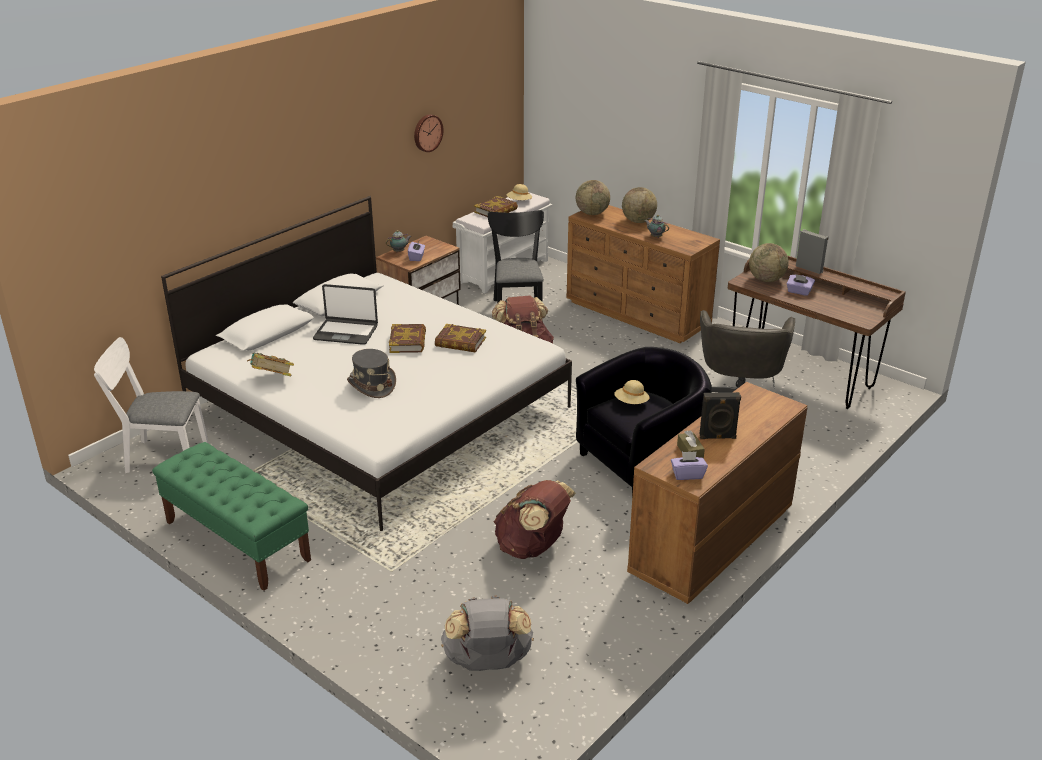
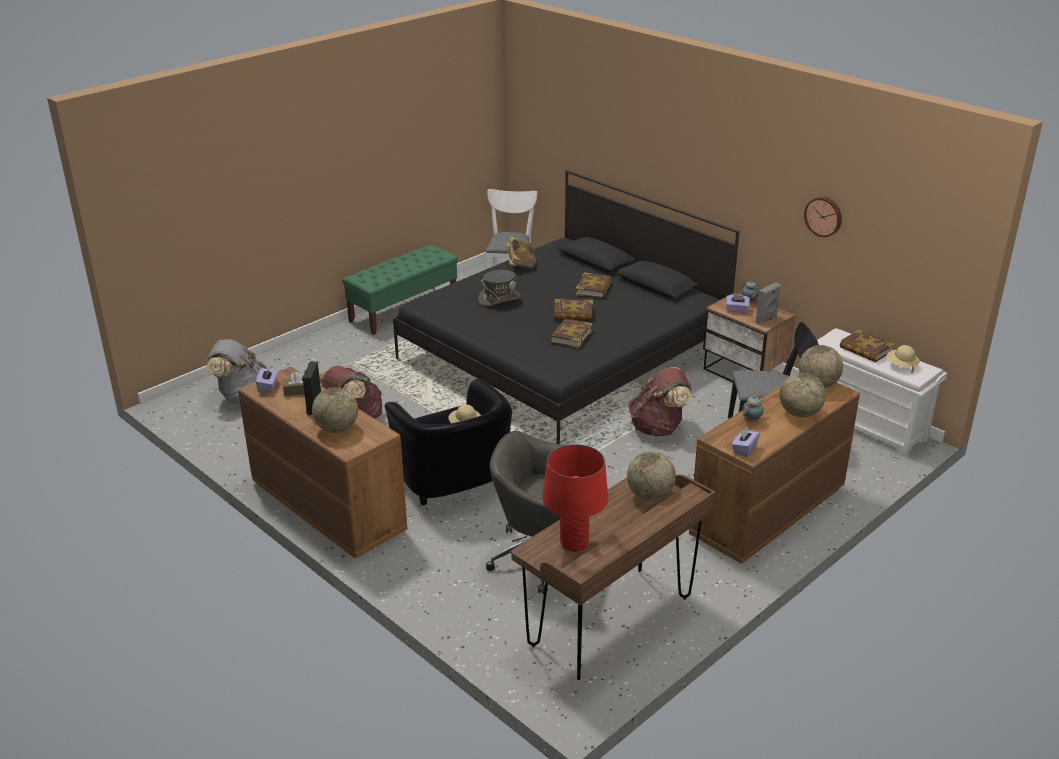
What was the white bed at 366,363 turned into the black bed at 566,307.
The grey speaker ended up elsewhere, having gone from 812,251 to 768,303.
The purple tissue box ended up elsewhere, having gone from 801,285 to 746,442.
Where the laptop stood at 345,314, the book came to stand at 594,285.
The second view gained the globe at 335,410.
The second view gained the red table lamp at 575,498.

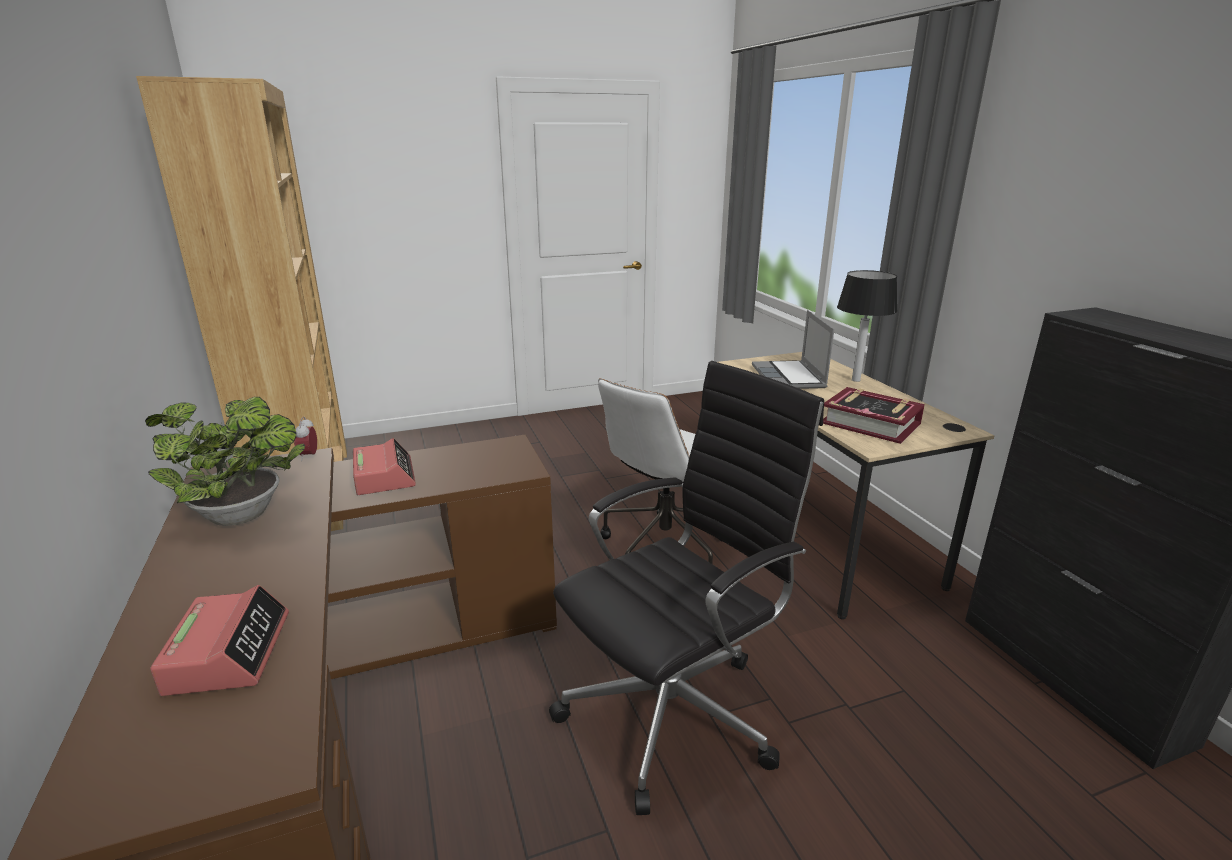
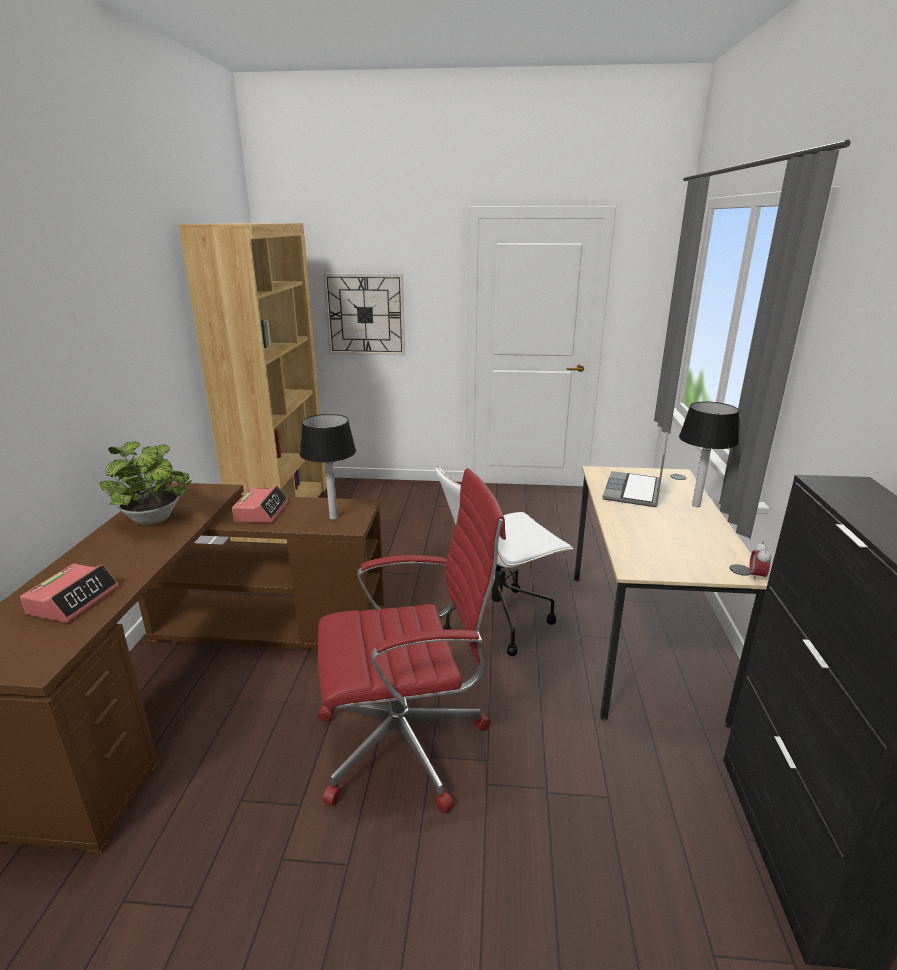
What was the black office chair at 686,588 turned into the red office chair at 412,641.
The second view lost the book at 874,415.
The alarm clock ended up elsewhere, having gone from 305,439 to 760,561.
The second view gained the wall clock at 364,314.
The second view gained the table lamp at 327,467.

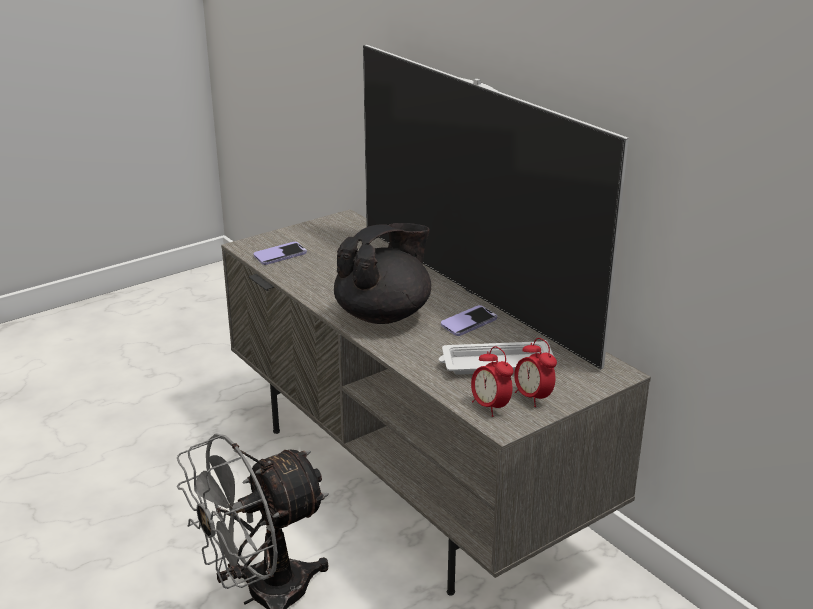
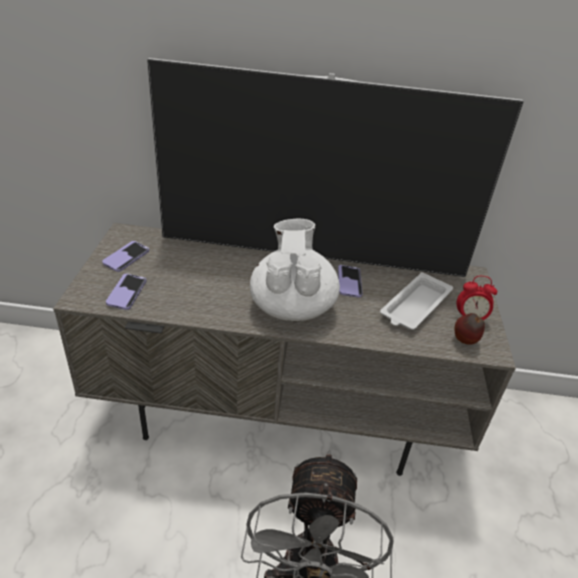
What was the black teapot at 382,273 turned into the white teapot at 295,270.
Where the alarm clock stood at 492,381, the apple came to stand at 470,329.
The second view gained the phone at 125,256.

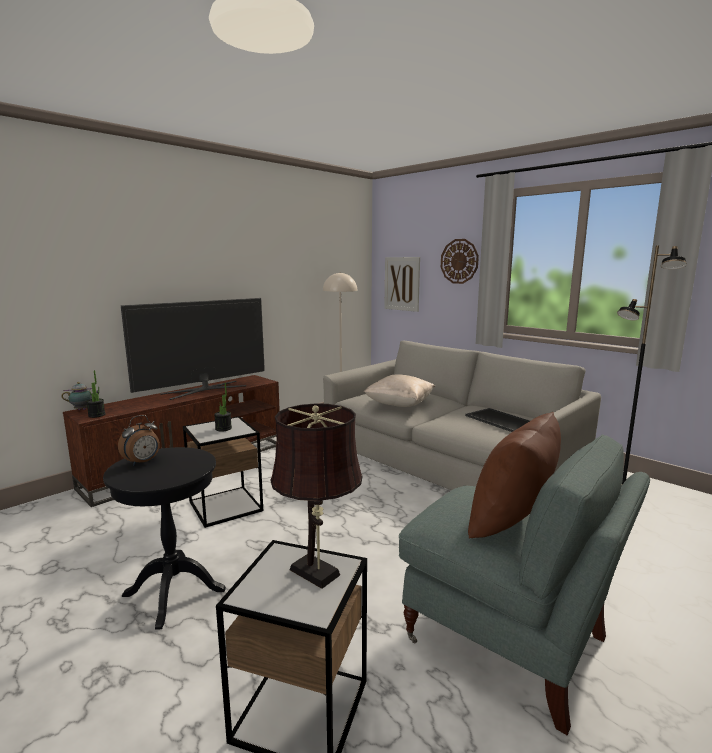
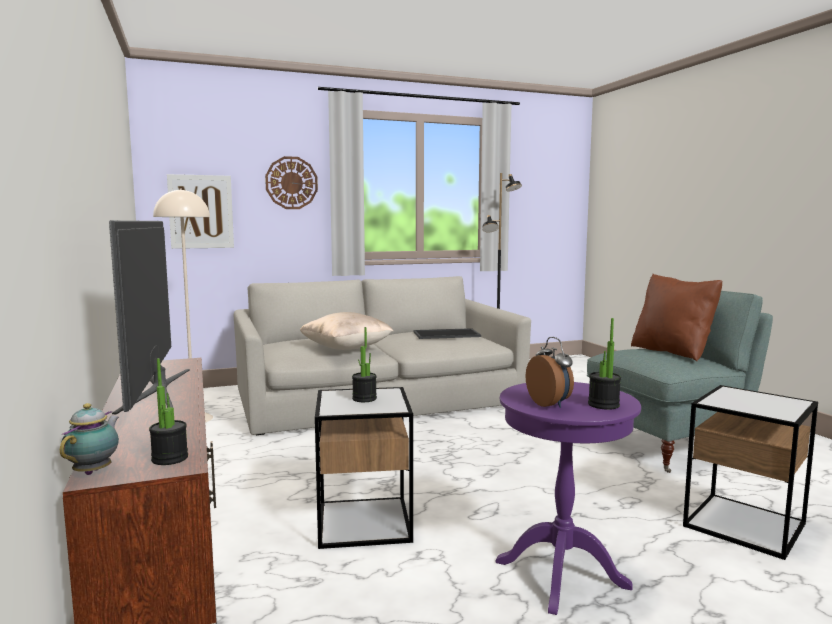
The second view lost the brown table lamp at 316,496.
What was the black side table at 164,538 turned into the purple side table at 568,498.
The second view gained the potted plant at 604,364.

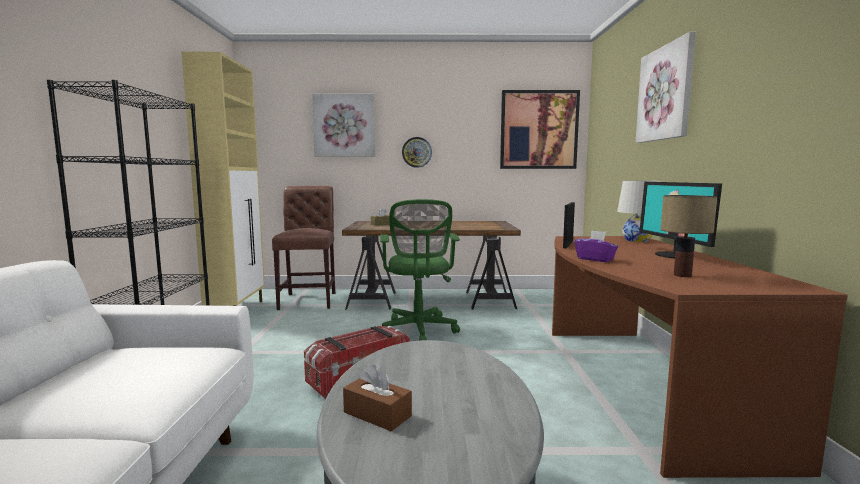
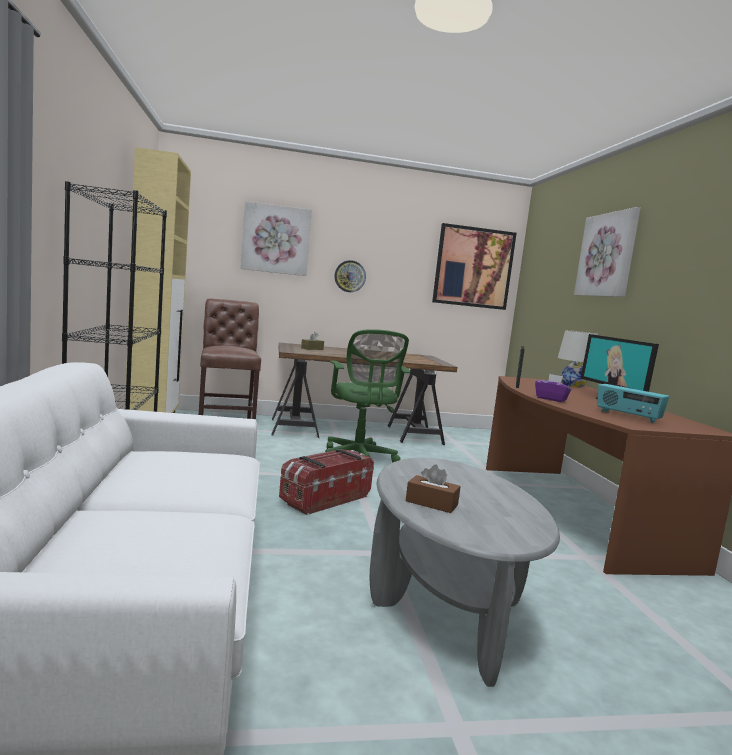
Where the table lamp stood at 688,236, the radio came to stand at 633,403.

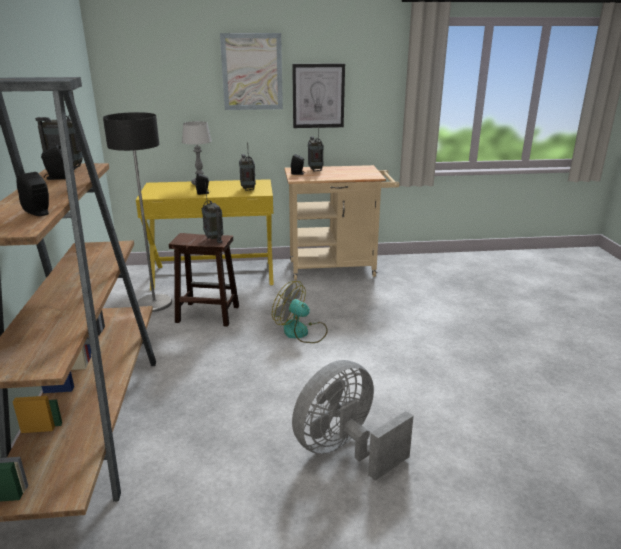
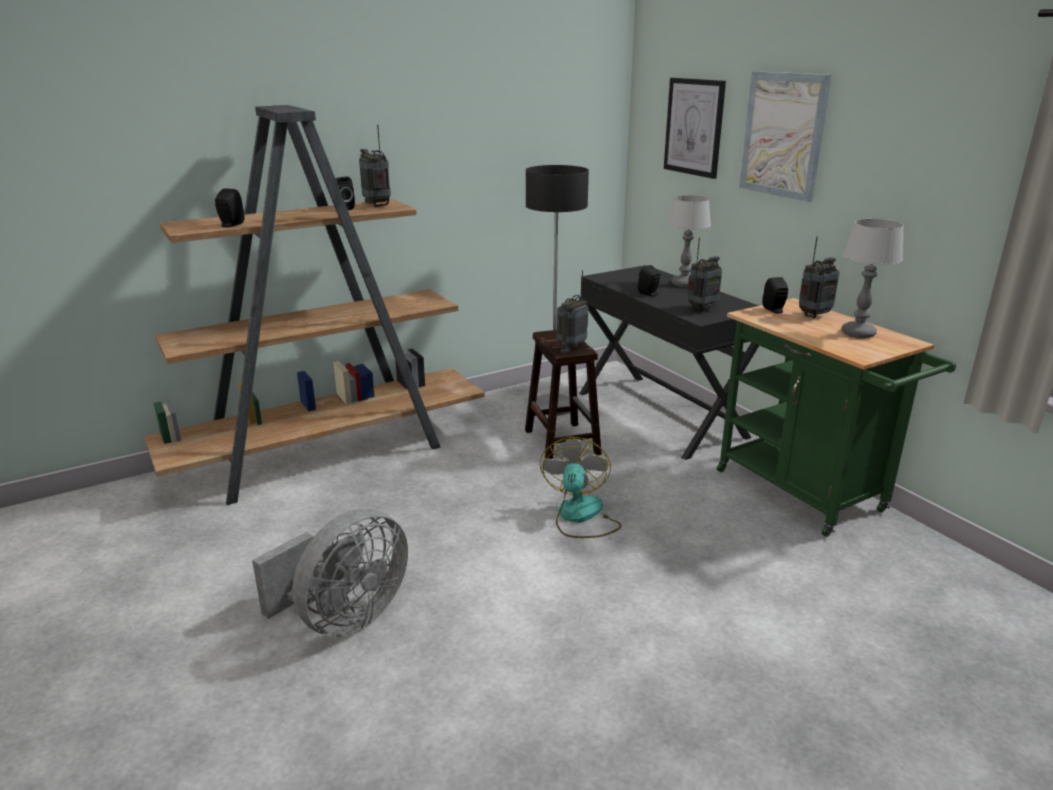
The picture ended up elsewhere, having gone from 318,95 to 695,128.
What was the beige cart at 342,222 turned into the green cart at 836,417.
What was the yellow desk at 205,235 turned into the black desk at 669,362.
The grey fan at 352,420 ended up facing another way, 105 degrees clockwise from before.
The second view gained the table lamp at 872,278.

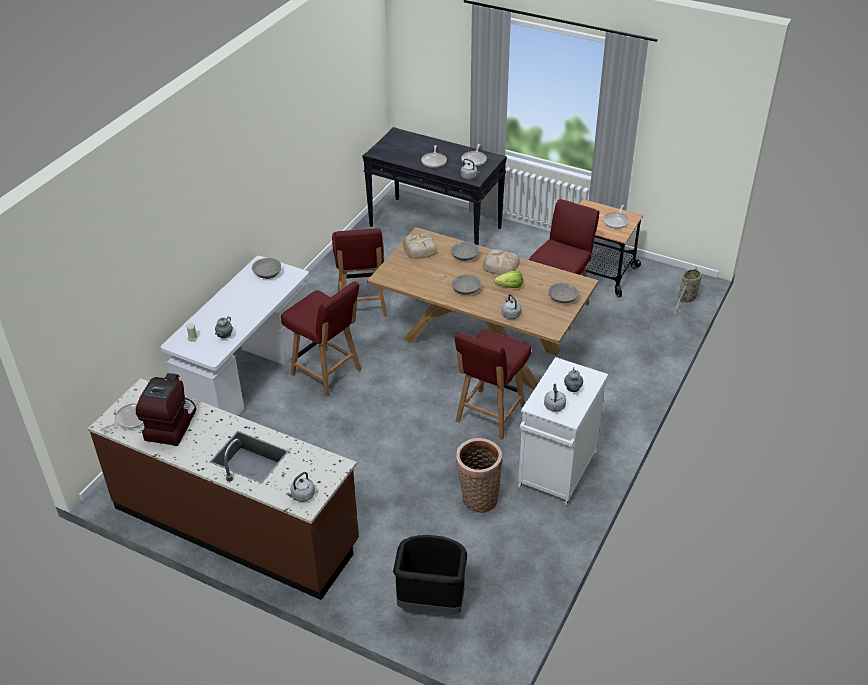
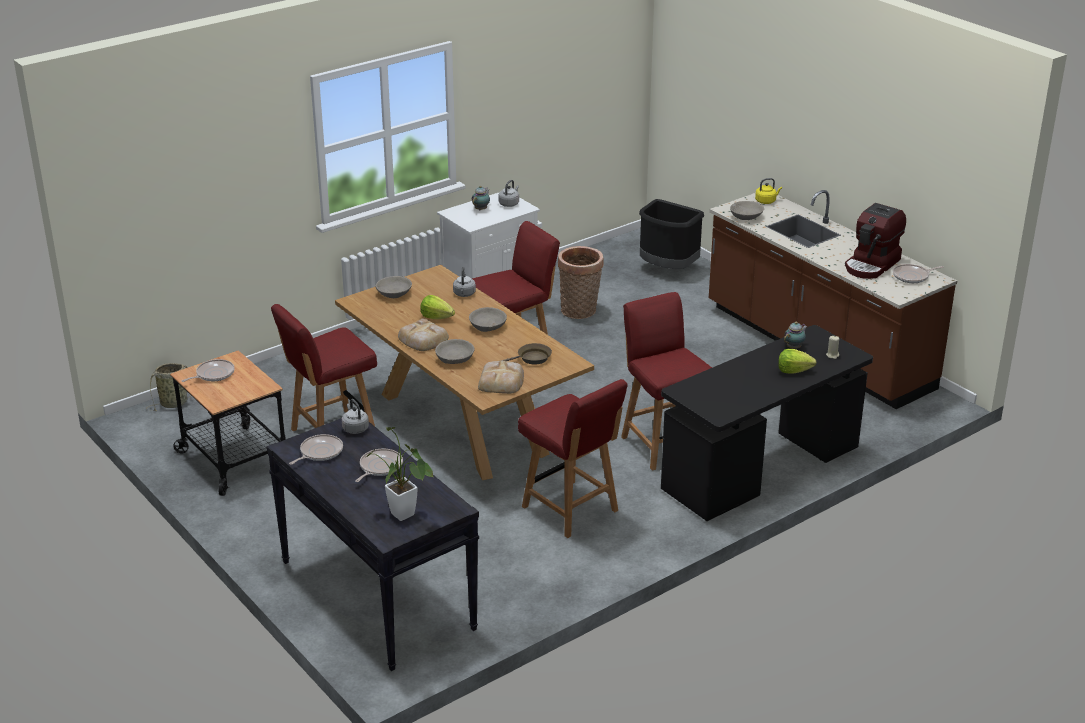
The red chair at 359,272 ended up facing another way, 120 degrees clockwise from before.
What was the white desk at 235,336 turned into the black desk at 767,423.
The grey bowl ended up elsewhere, having gone from 266,268 to 747,210.
What was the grey kettle at 300,487 turned into the yellow kettle at 768,191.
The second view gained the brown frying pan at 526,354.
The second view gained the lettuce at 797,361.
The second view gained the potted plant at 400,474.

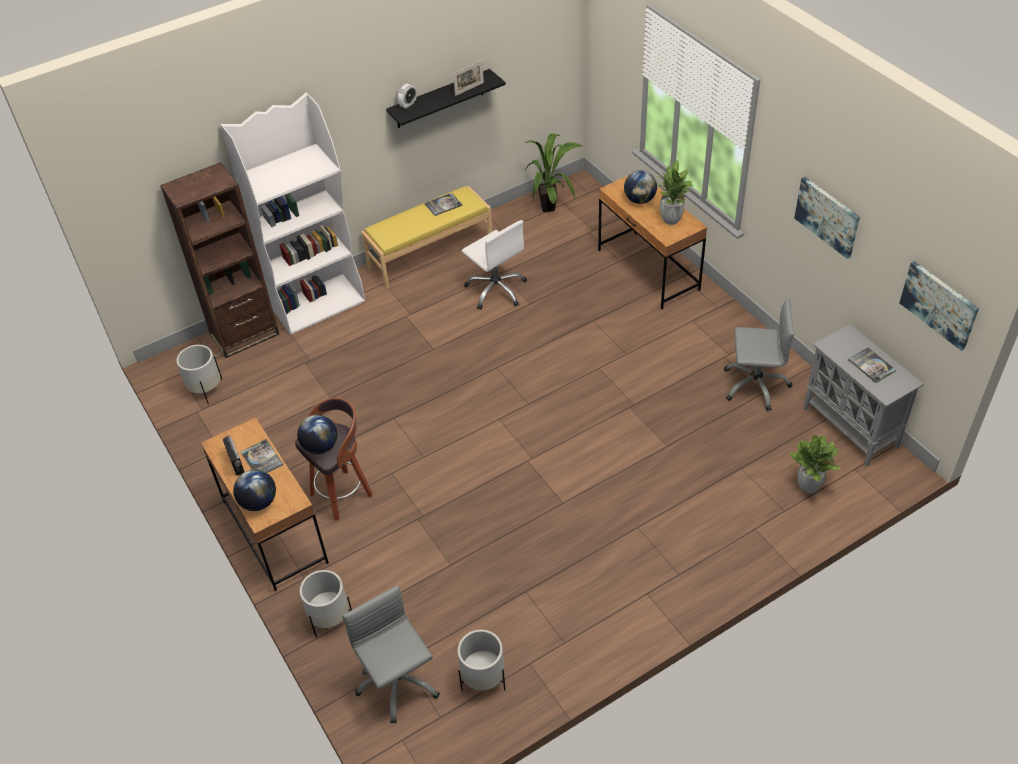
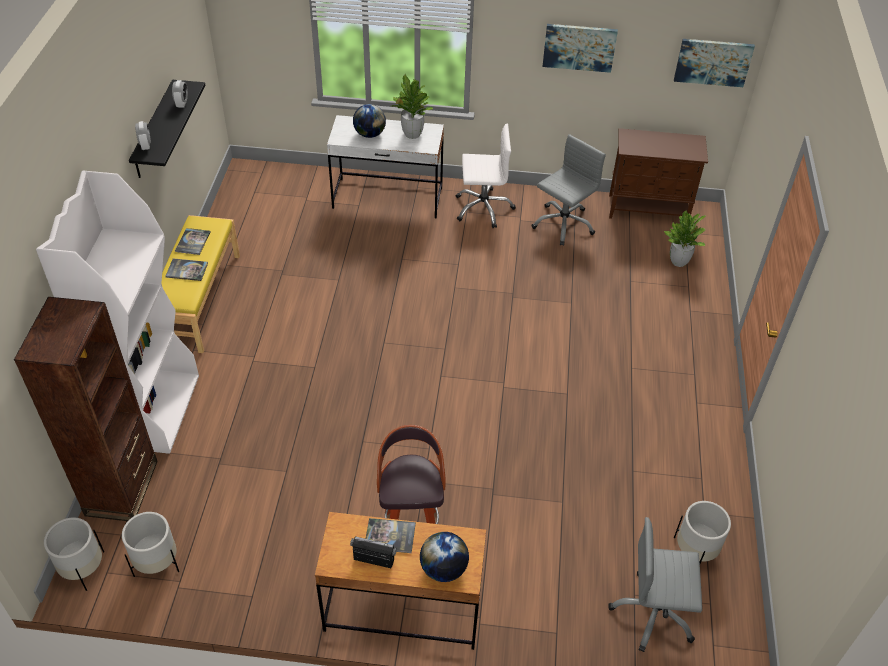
Where the picture frame stood at 468,78, the alarm clock came to stand at 180,94.
The second view lost the potted plant at 553,172.
What was the brown desk at 652,242 turned into the white desk at 385,166.
The white office chair ended up elsewhere, having gone from 494,265 to 486,176.
What was the grey cabinet at 863,395 turned into the brown cabinet at 658,173.
The book ended up elsewhere, having gone from 872,365 to 187,269.
The second view lost the globe at 317,434.
The white planter ended up elsewhere, having gone from 326,603 to 74,554.

